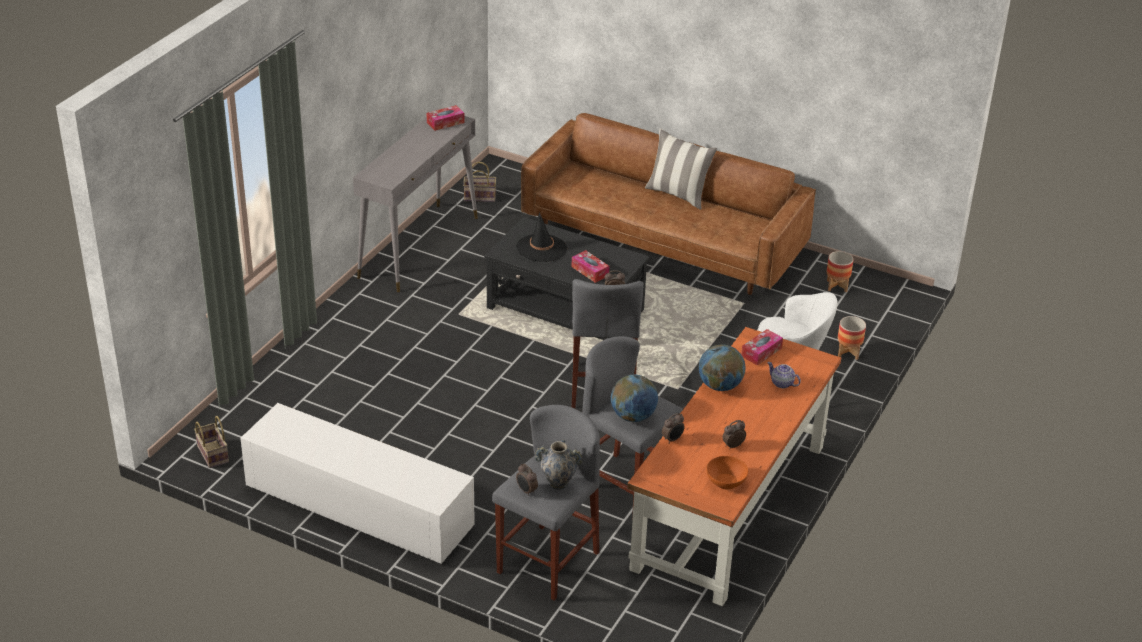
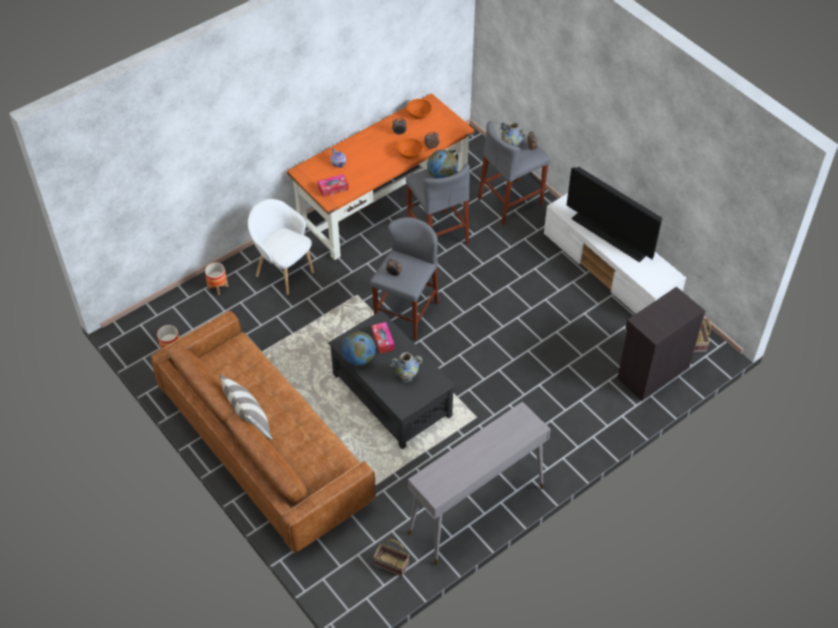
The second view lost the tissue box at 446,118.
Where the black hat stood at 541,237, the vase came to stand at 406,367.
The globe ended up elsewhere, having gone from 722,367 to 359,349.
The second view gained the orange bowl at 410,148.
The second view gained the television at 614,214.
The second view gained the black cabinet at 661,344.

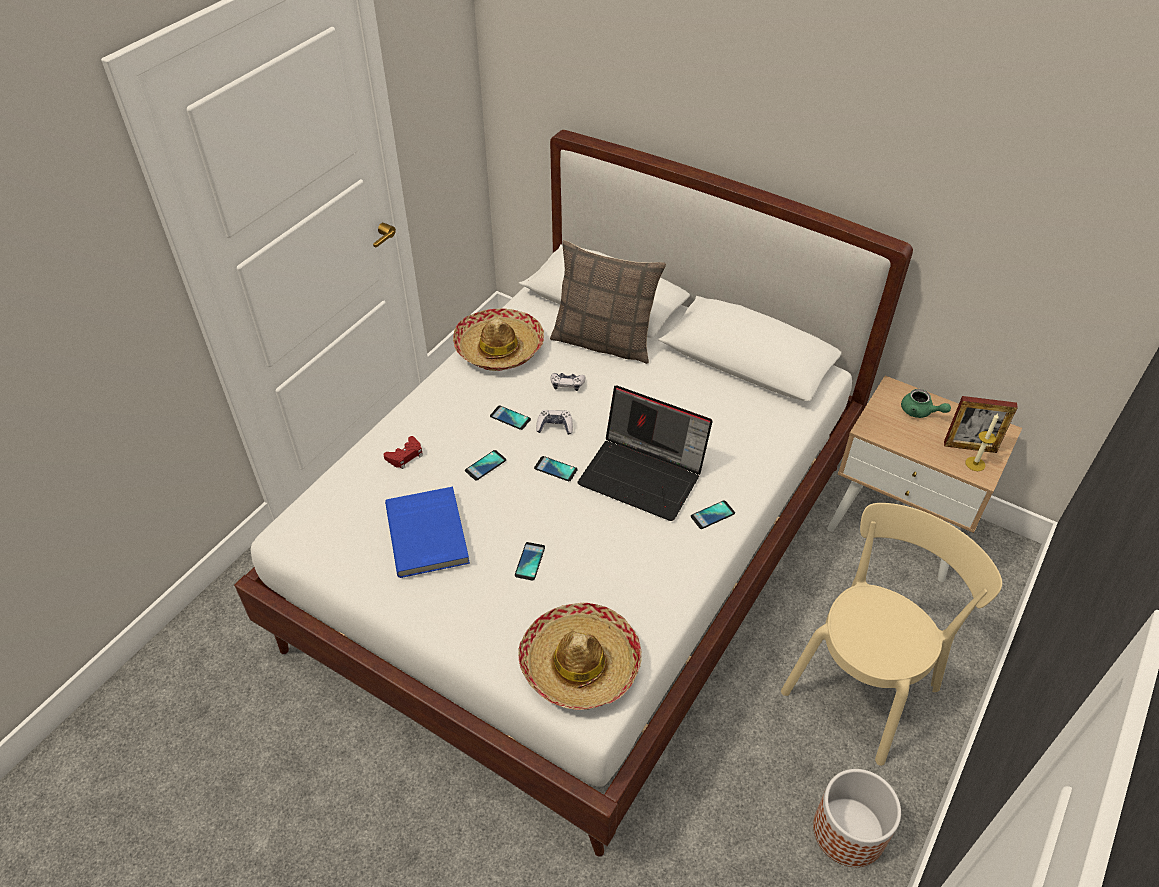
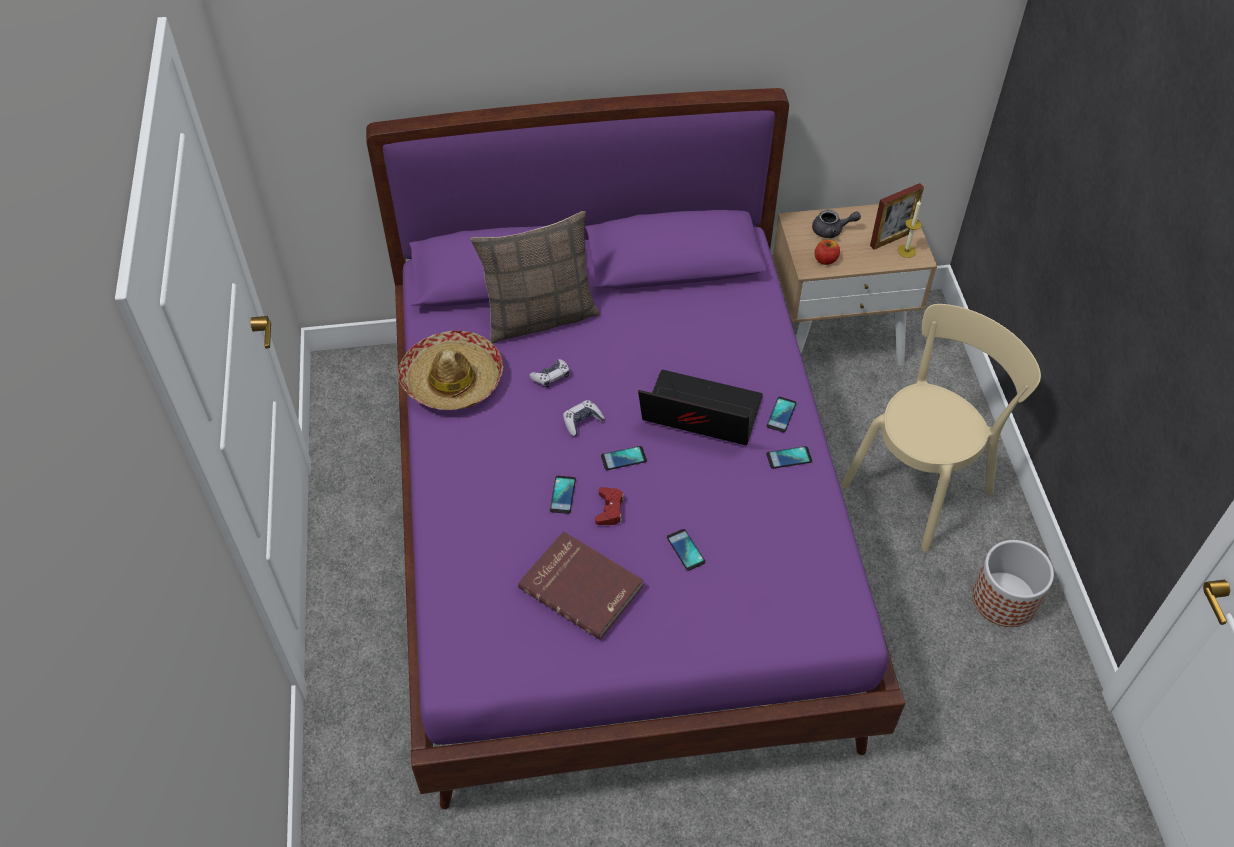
What was the white bed at 573,493 turned into the purple bed at 636,448.
The laptop at 644,453 ended up facing another way, 150 degrees counterclockwise from before.
What was the green teapot at 926,403 turned into the grey teapot at 836,224.
The phone ended up elsewhere, having gone from 510,417 to 789,457.
The red game controller ended up elsewhere, having gone from 403,452 to 609,506.
What was the blue book at 427,532 turned into the red book at 580,585.
The beige chair at 891,634 ended up facing another way, 45 degrees clockwise from before.
The second view lost the hat at 580,656.
The second view gained the apple at 827,252.

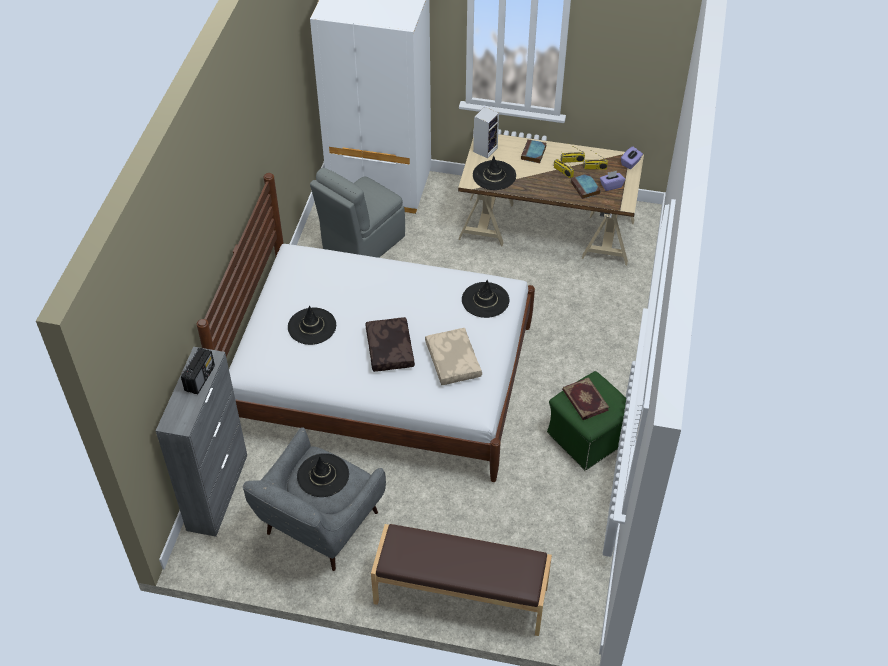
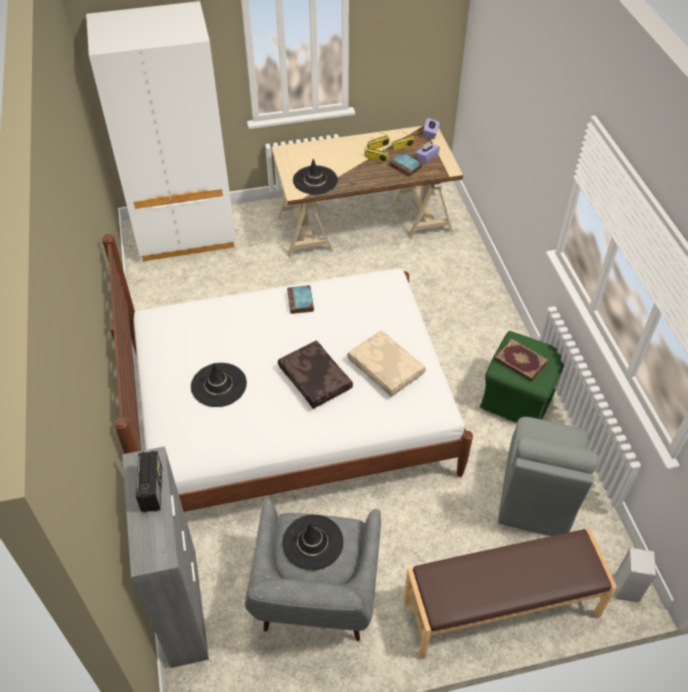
The speaker ended up elsewhere, having gone from 486,132 to 635,575.
The book ended up elsewhere, having gone from 533,151 to 300,299.
The grey chair ended up elsewhere, having gone from 357,213 to 548,476.
The second view lost the black hat at 485,299.

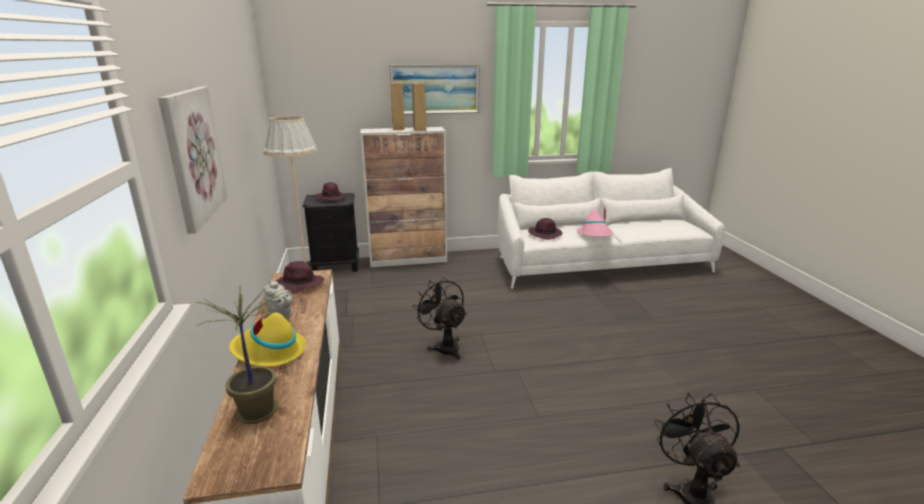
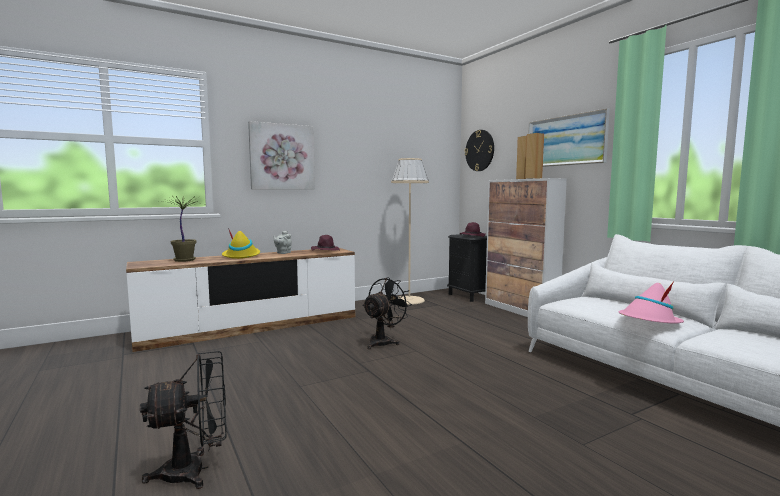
The second view lost the purple hat at 545,229.
The second view gained the wall clock at 479,150.

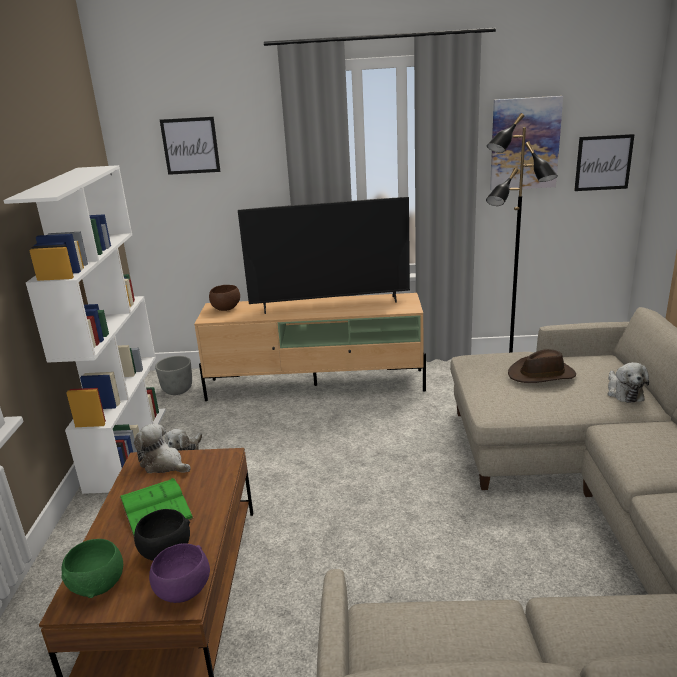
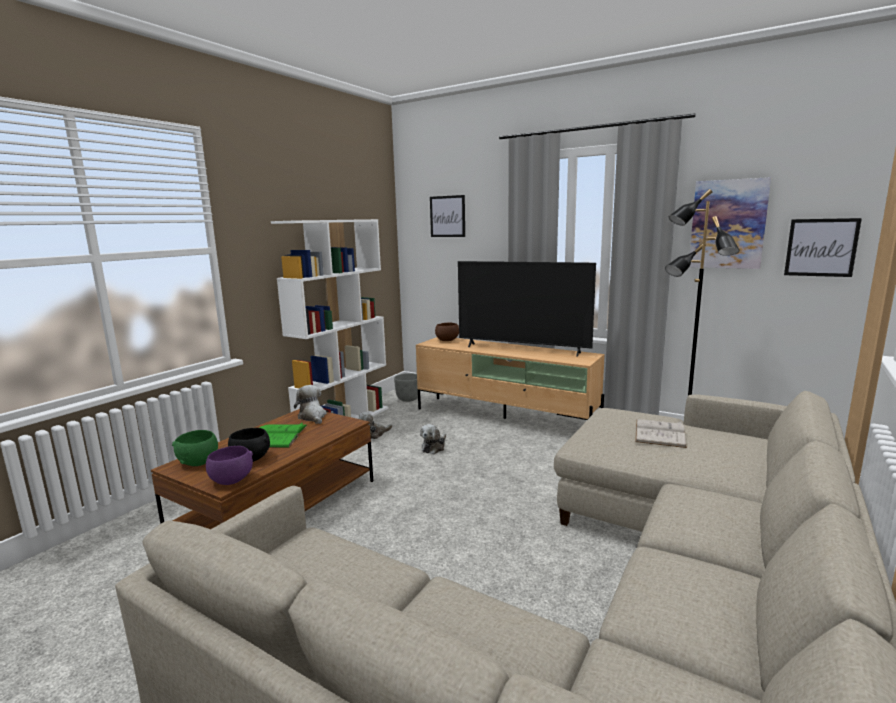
Where the brown hat stood at 542,366, the white book came to stand at 661,433.
The plush toy ended up elsewhere, having gone from 628,382 to 433,439.

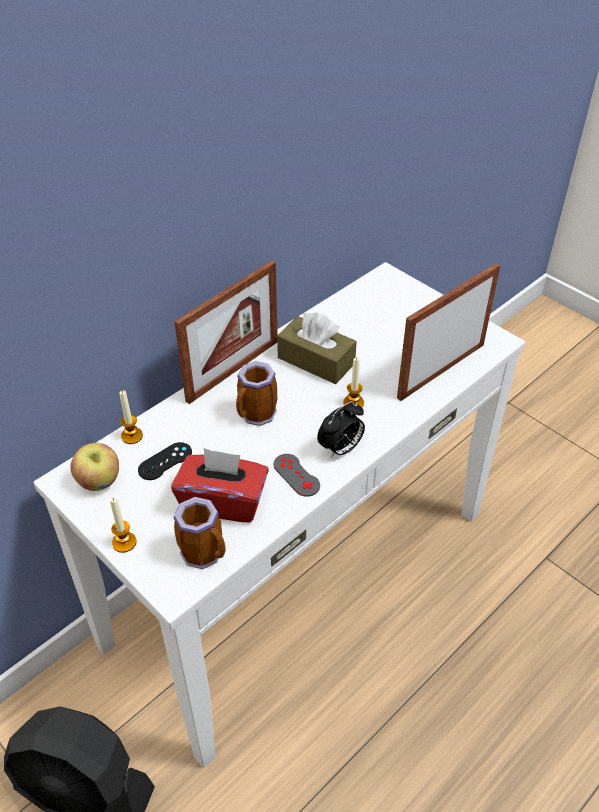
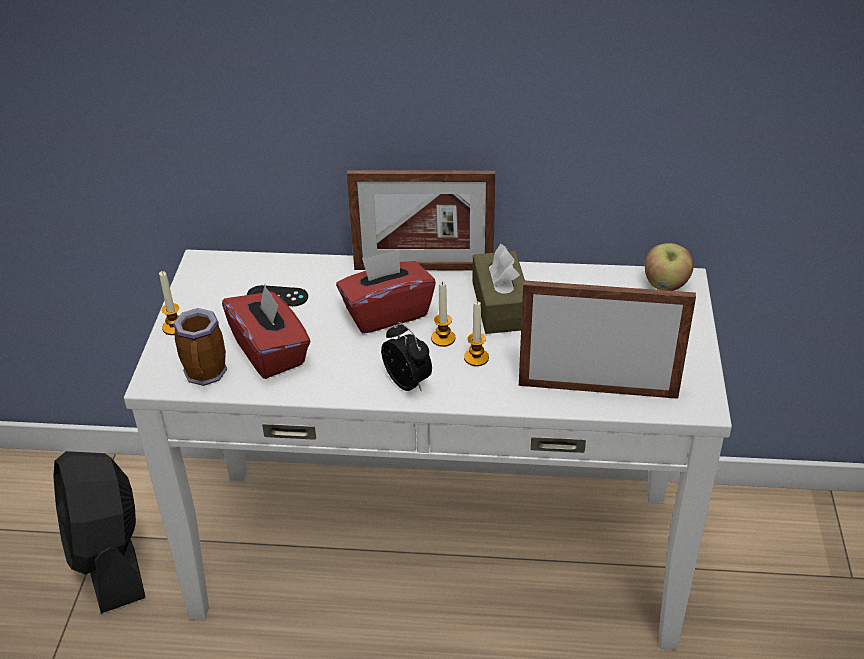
Where the mug stood at 256,393, the red tissue box came to stand at 386,292.
The candle ended up elsewhere, having gone from 131,417 to 443,314.
The alarm clock at 341,429 ended up facing another way, 135 degrees counterclockwise from before.
The apple ended up elsewhere, having gone from 94,467 to 669,267.
The second view lost the grey game controller at 296,475.

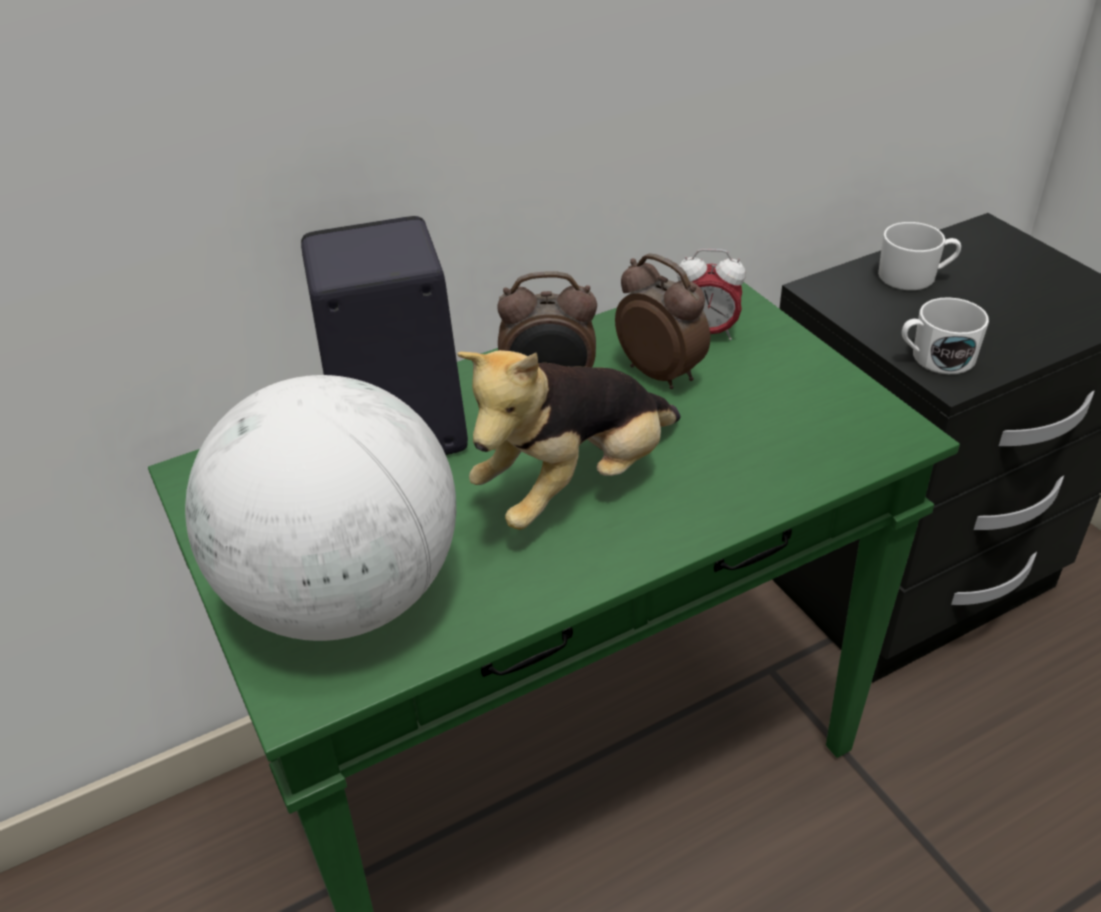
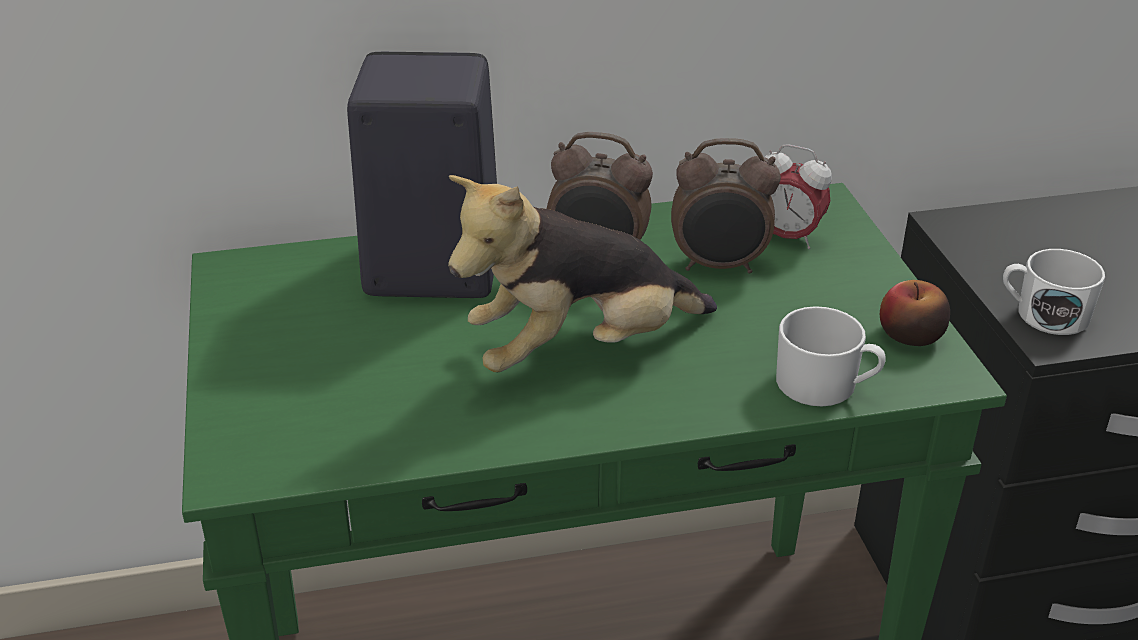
The white mug ended up elsewhere, having gone from 919,256 to 831,356.
The alarm clock at 662,321 ended up facing another way, 120 degrees clockwise from before.
The second view lost the globe at 320,508.
The second view gained the apple at 915,313.

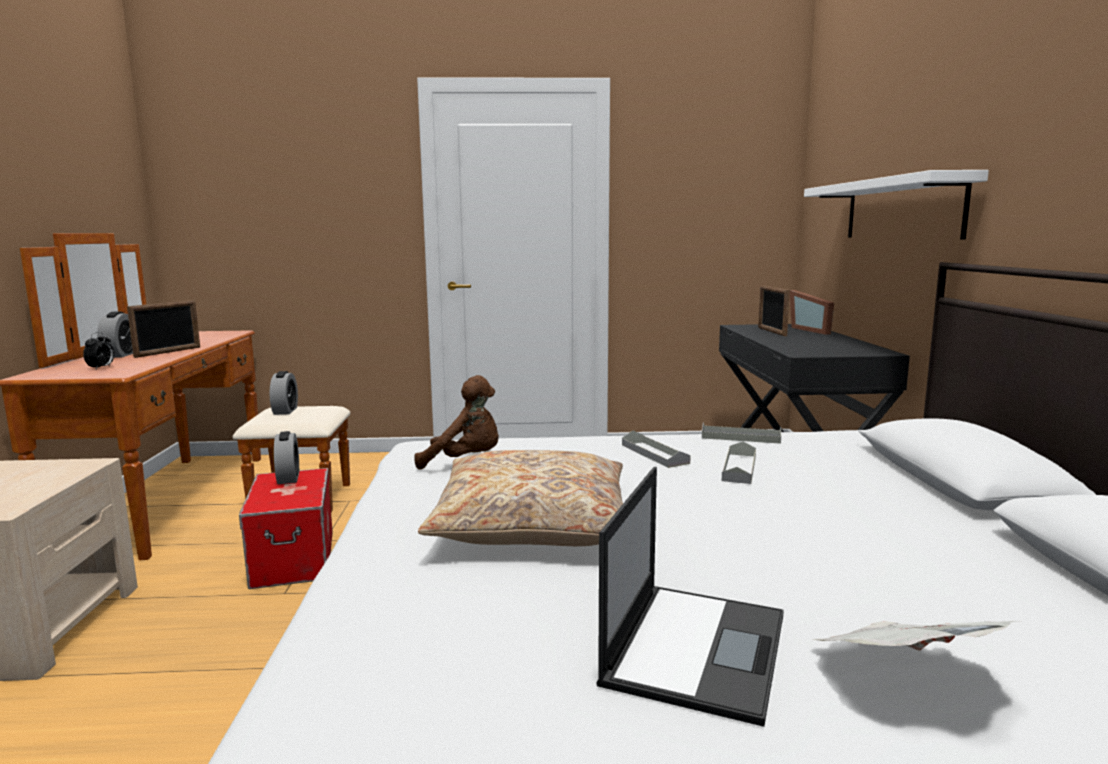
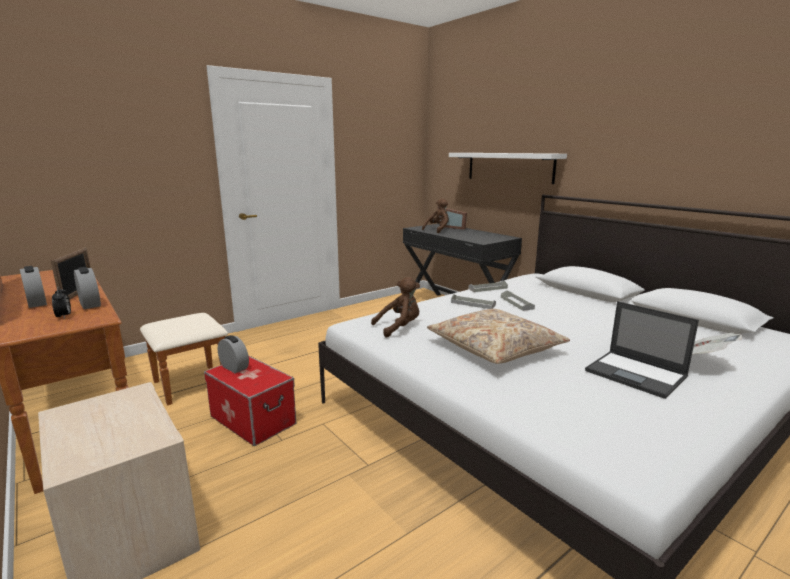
Where the picture frame stood at 774,310, the brown plush toy came to stand at 435,215.
The alarm clock ended up elsewhere, having gone from 284,393 to 87,288.
The laptop at 690,597 ended up facing another way, 150 degrees clockwise from before.

